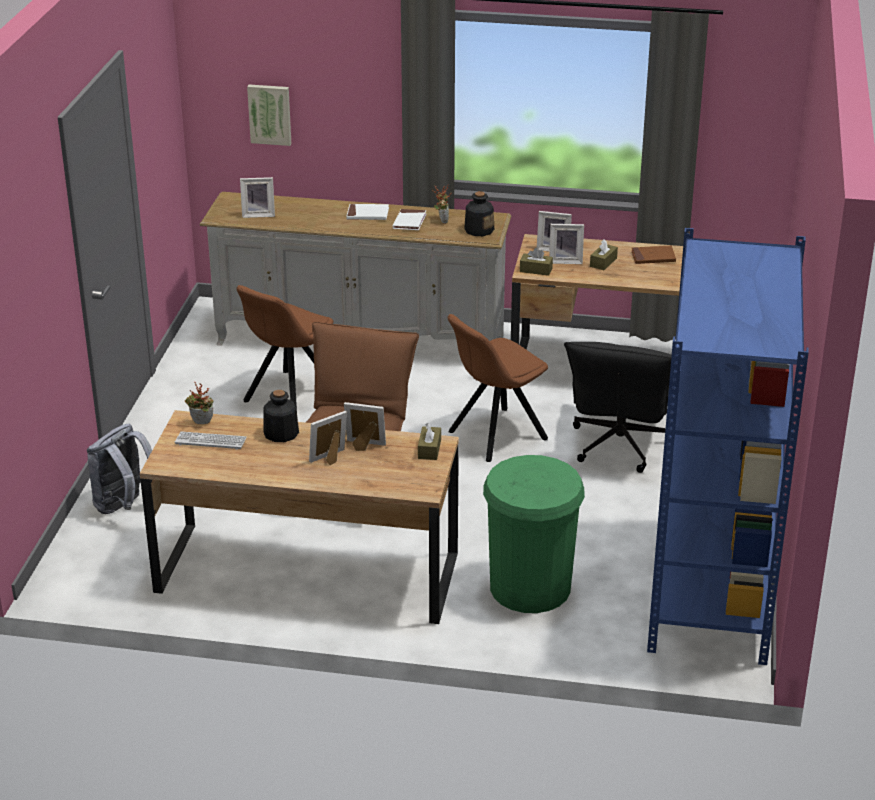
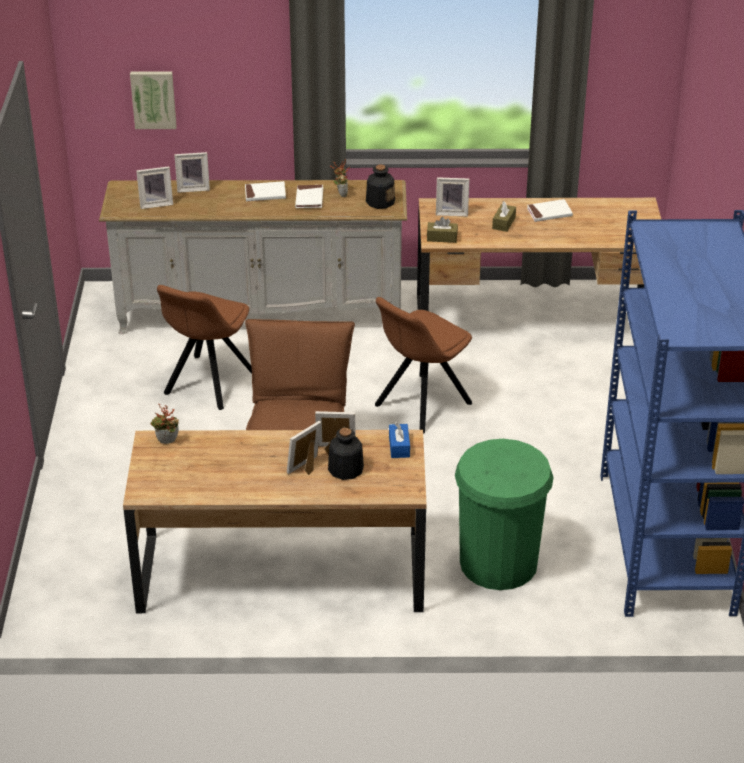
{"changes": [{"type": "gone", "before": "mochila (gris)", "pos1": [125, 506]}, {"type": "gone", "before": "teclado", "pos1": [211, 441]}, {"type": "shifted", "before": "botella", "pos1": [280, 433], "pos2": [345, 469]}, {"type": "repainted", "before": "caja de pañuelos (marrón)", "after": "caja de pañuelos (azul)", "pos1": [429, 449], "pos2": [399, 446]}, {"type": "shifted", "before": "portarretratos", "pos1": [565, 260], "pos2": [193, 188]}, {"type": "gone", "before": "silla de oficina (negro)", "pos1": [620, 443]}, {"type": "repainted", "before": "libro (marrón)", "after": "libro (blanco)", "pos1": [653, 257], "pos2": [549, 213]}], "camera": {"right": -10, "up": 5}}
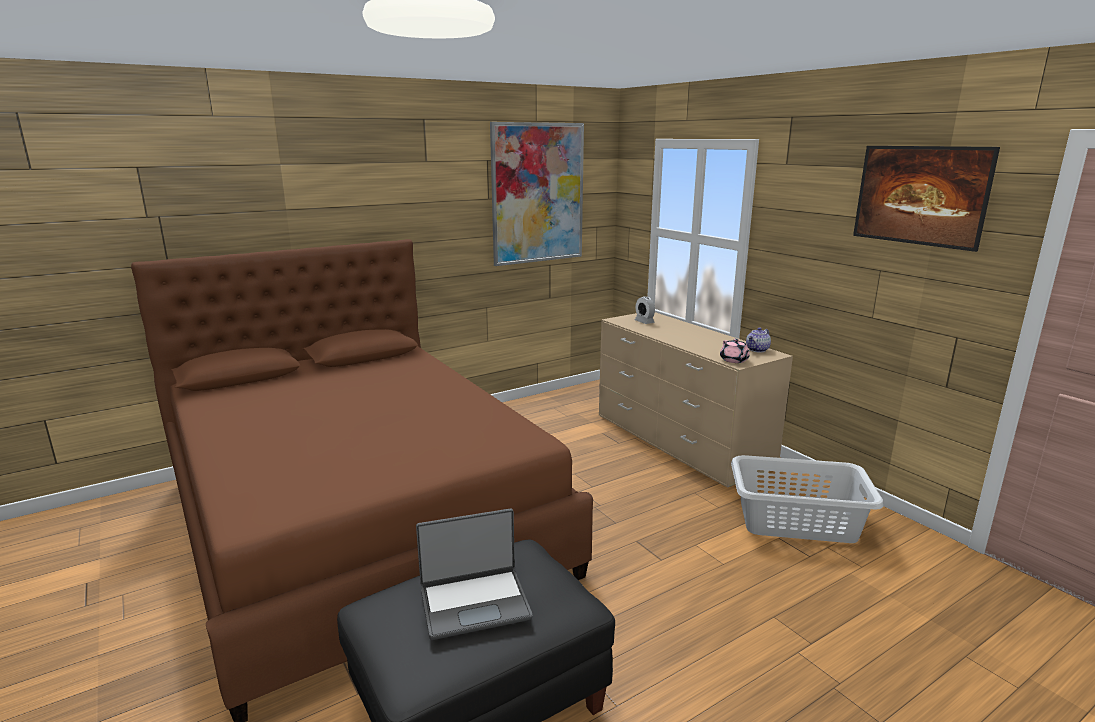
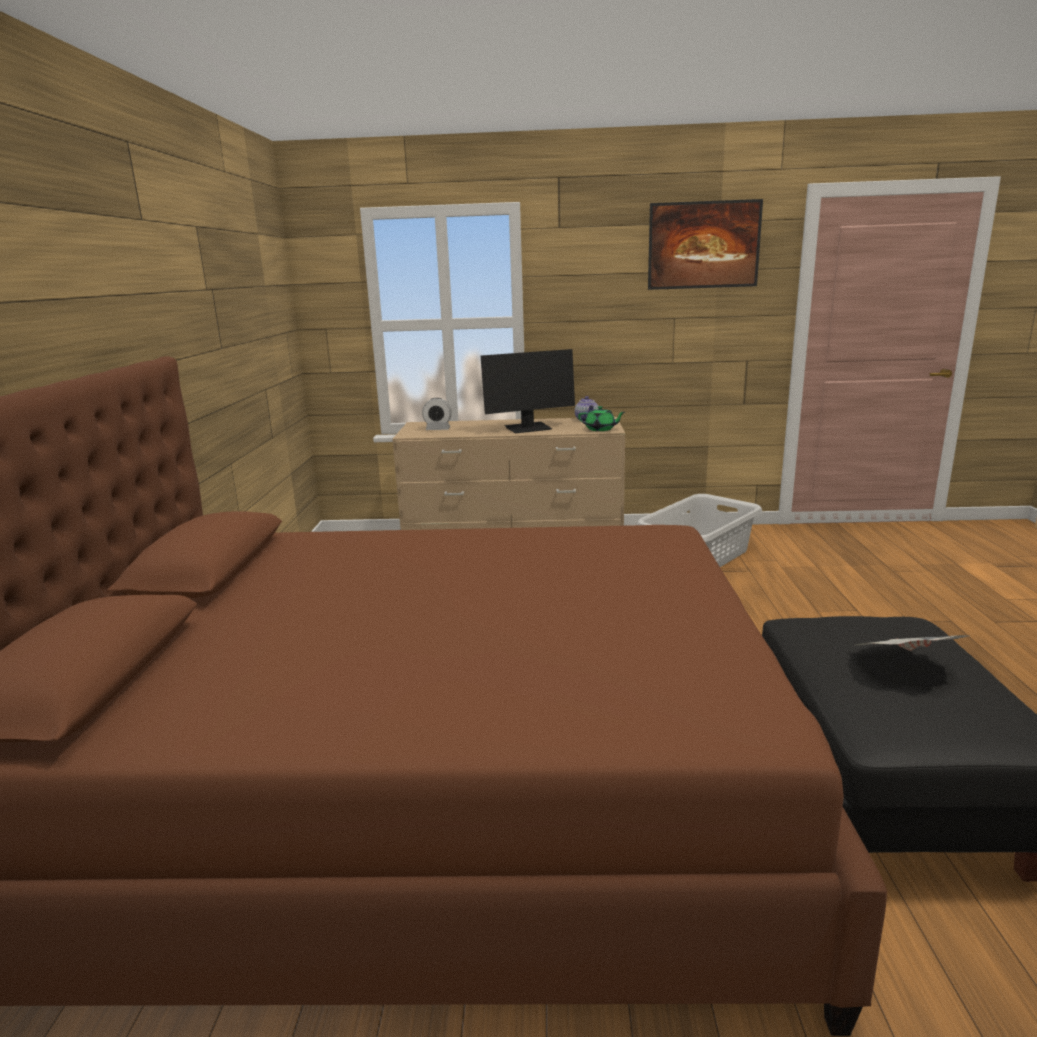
{"changes": [{"type": "swapped", "before": "portátil", "after": "periódico", "pos1": [474, 603], "pos2": [903, 665]}, {"type": "gone", "before": "cuadro", "pos1": [538, 193]}, {"type": "repainted", "before": "tetera (rosa)", "after": "tetera (verde)", "pos1": [734, 360], "pos2": [601, 429]}, {"type": "new", "after": "monitor", "pos2": [528, 428]}], "camera": {"right": -55, "up": 0}}
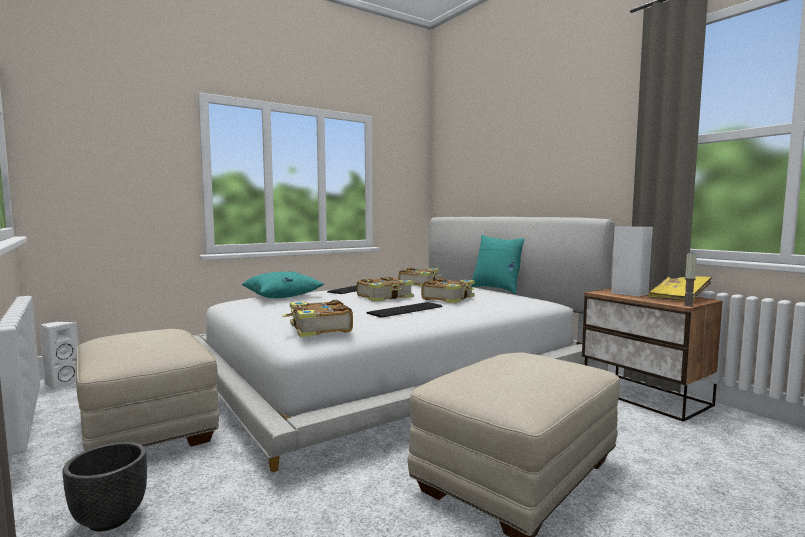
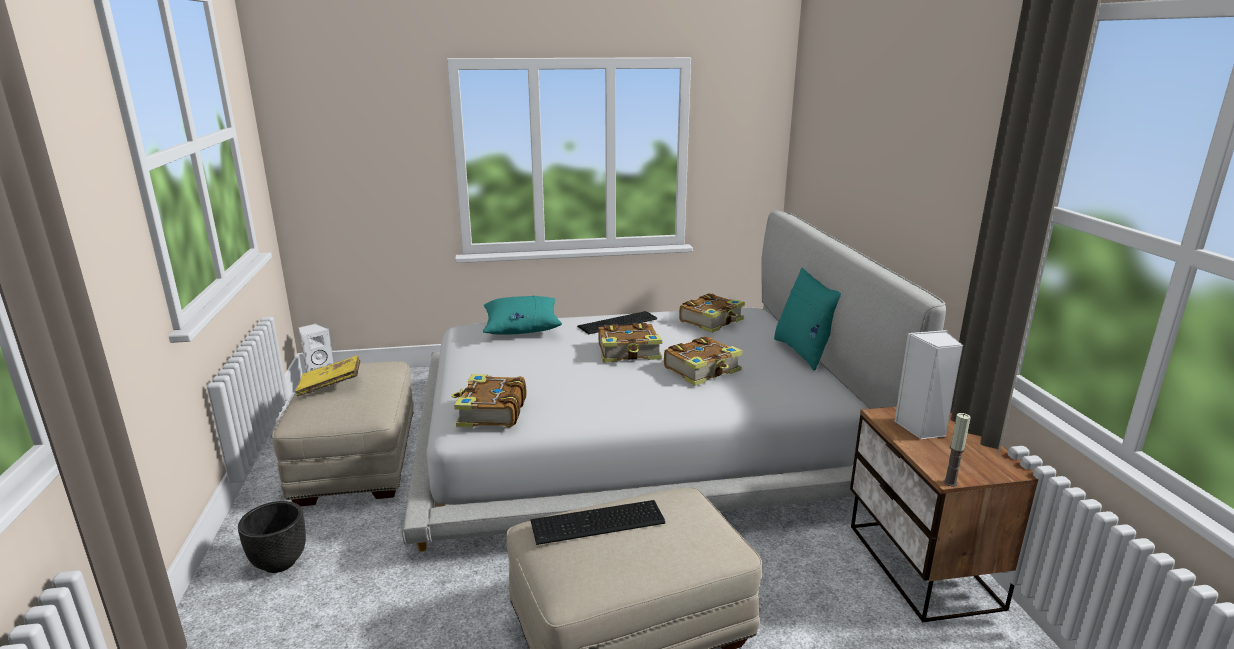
{"changes": [{"type": "shifted", "before": "teclado", "pos1": [407, 310], "pos2": [599, 523]}, {"type": "shifted", "before": "libro (amarillo)", "pos1": [679, 298], "pos2": [331, 385]}], "camera": {"right": 25, "up": 15}}
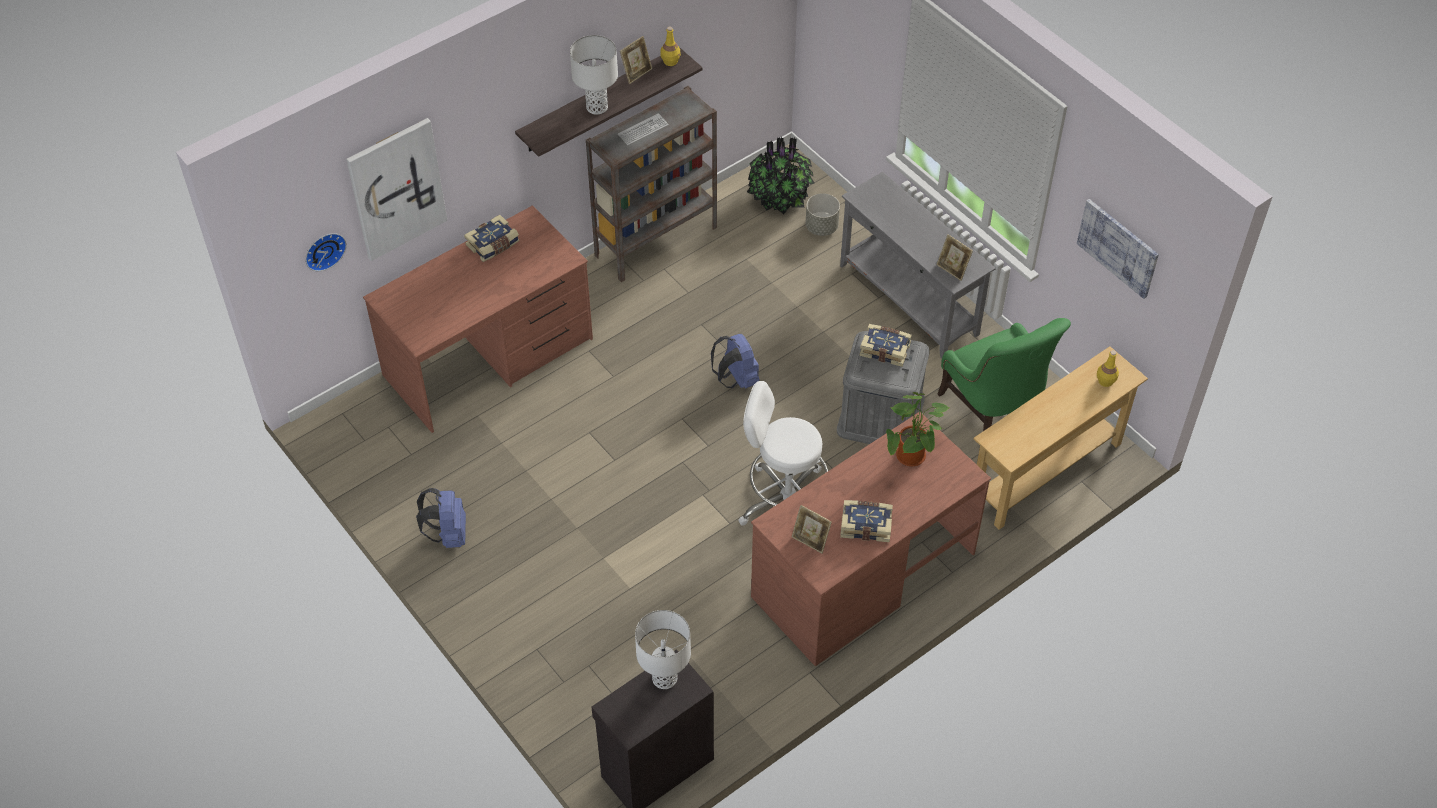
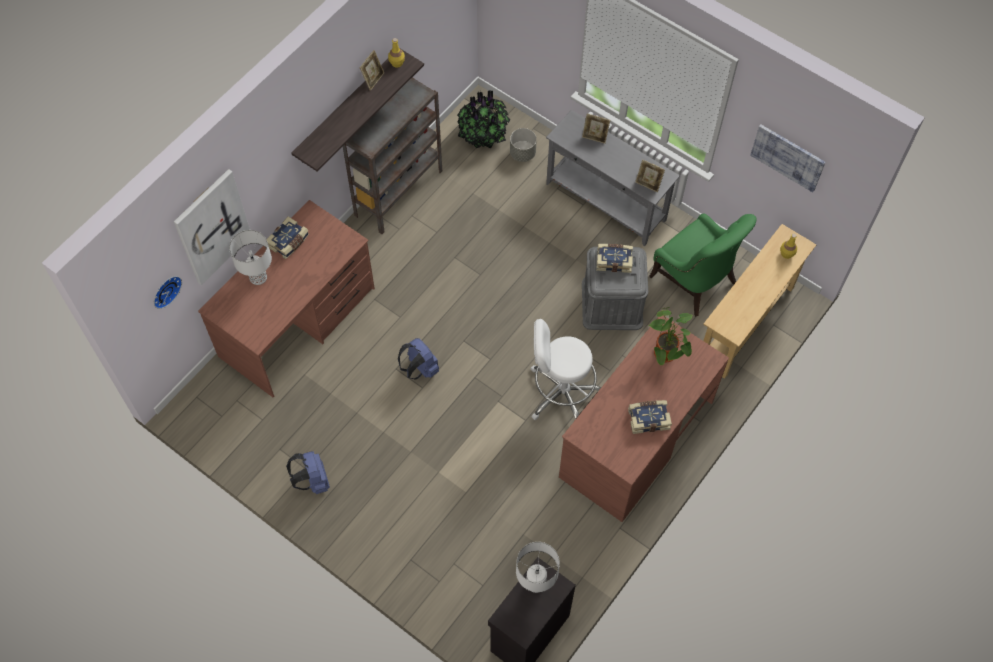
{"changes": [{"type": "shifted", "before": "lámpara de mesa (blanco)", "pos1": [596, 107], "pos2": [257, 277]}, {"type": "gone", "before": "teclado", "pos1": [643, 130]}, {"type": "shifted", "before": "mochila (azul)", "pos1": [736, 379], "pos2": [419, 369]}, {"type": "shifted", "before": "portarretratos", "pos1": [810, 540], "pos2": [595, 137]}], "camera": {"right": -15, "up": 10}}
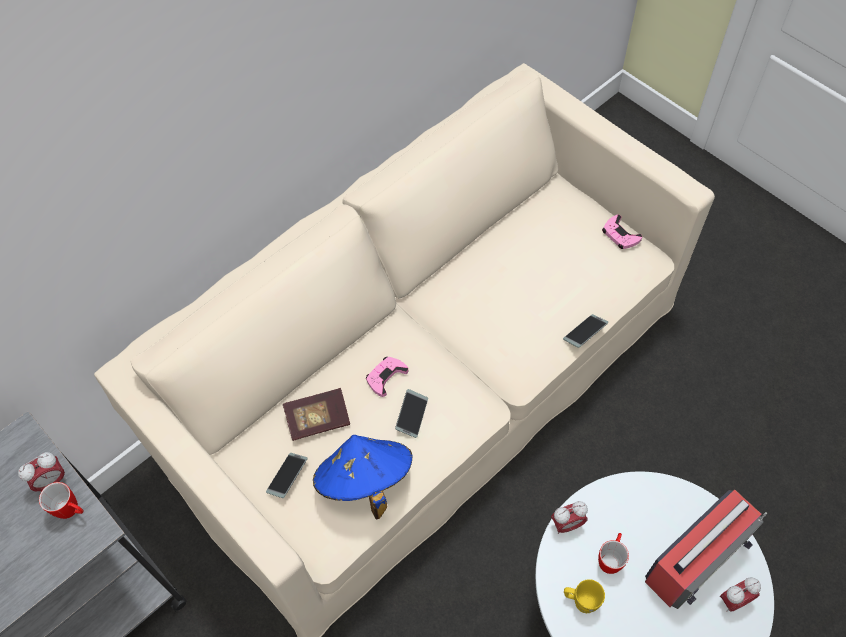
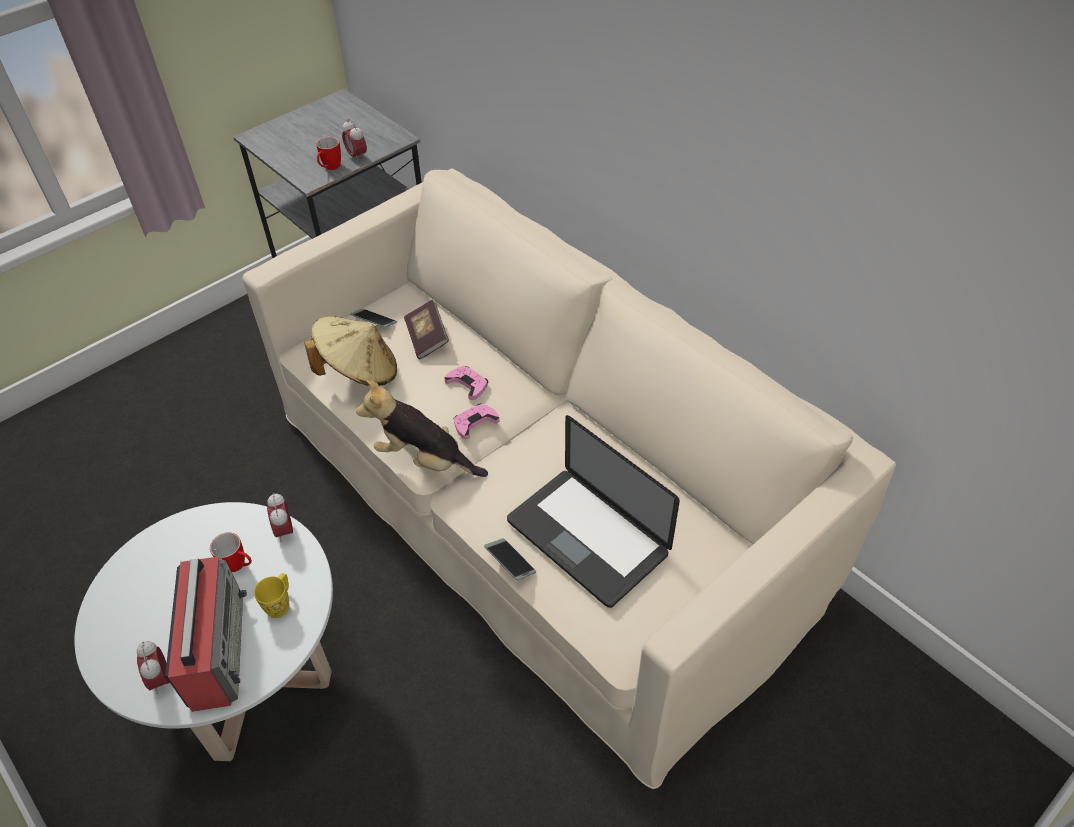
{"changes": [{"type": "repainted", "before": "sombrero (azul)", "after": "sombrero (beis)", "pos1": [365, 482], "pos2": [359, 371]}, {"type": "gone", "before": "móvil", "pos1": [412, 415]}, {"type": "shifted", "before": "taza grande (amarillo)", "pos1": [580, 601], "pos2": [280, 603]}, {"type": "shifted", "before": "mando de consola (rosa)", "pos1": [620, 235], "pos2": [475, 423]}, {"type": "rotated", "before": "radio", "pos1": [696, 558], "pos2": [217, 648], "turn": -150}, {"type": "new", "after": "peluche", "pos2": [424, 459]}, {"type": "new", "after": "portátil", "pos2": [587, 537]}], "camera": {"right": 90, "up": -10}}
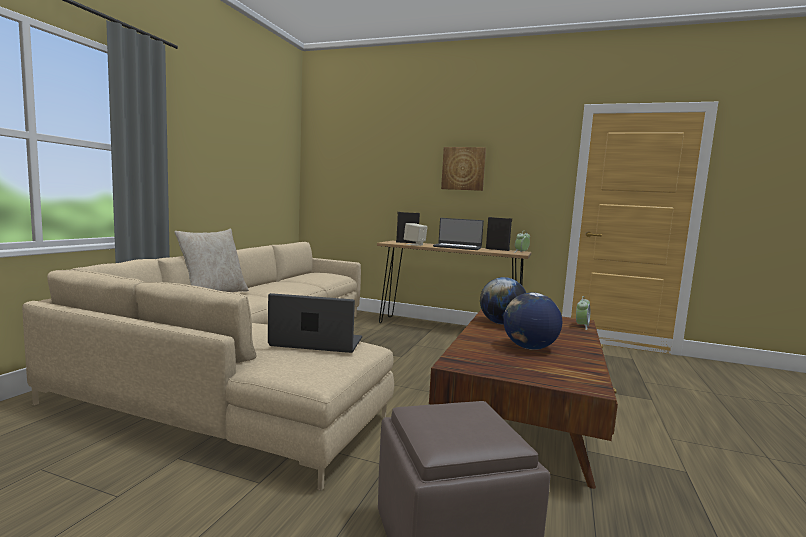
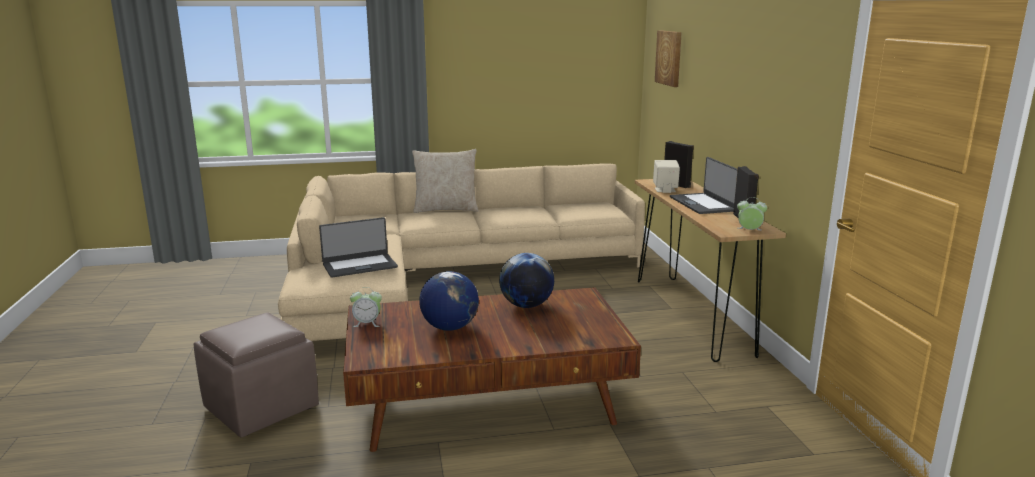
{"changes": [{"type": "rotated", "before": "portátil", "pos1": [316, 343], "pos2": [359, 265], "turn": 90}, {"type": "shifted", "before": "cuadro", "pos1": [463, 168], "pos2": [669, 58]}, {"type": "shifted", "before": "despertador", "pos1": [581, 326], "pos2": [367, 323]}], "camera": {"right": 60, "up": 10}}
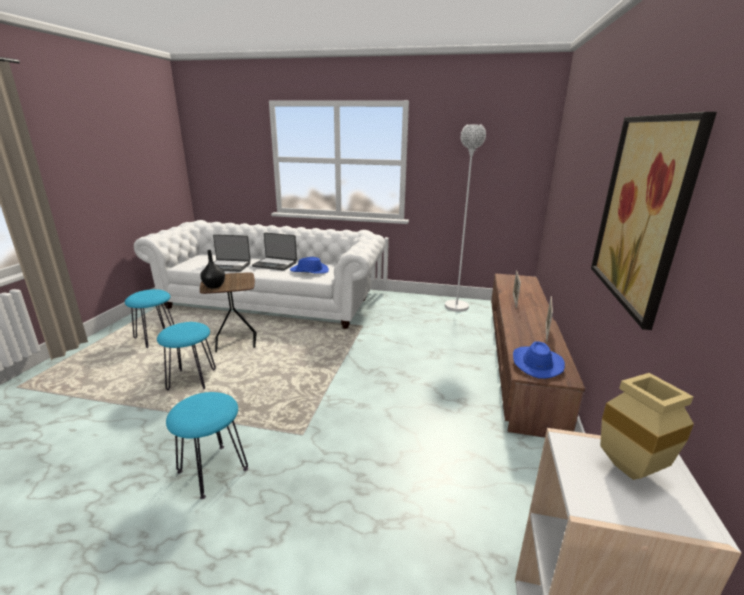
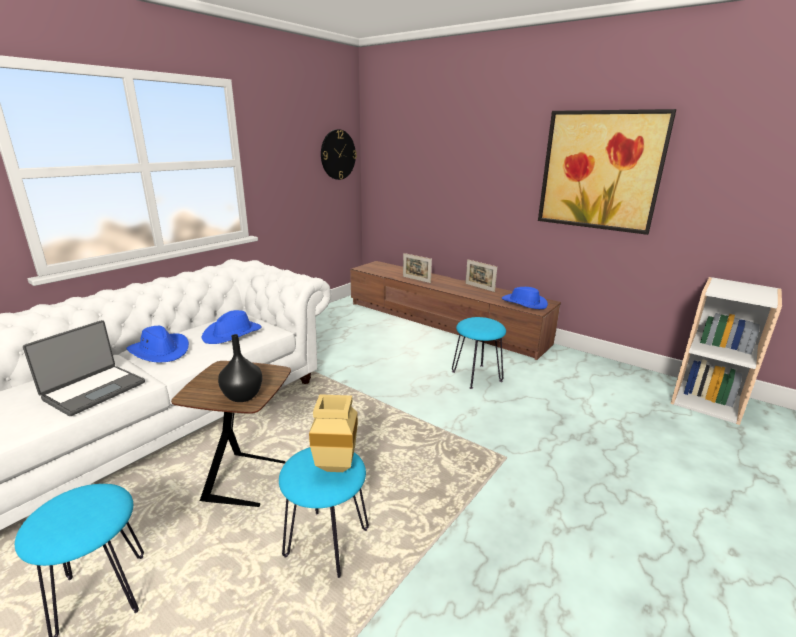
{"changes": [{"type": "shifted", "before": "taburete (turquesa)", "pos1": [213, 470], "pos2": [476, 376]}, {"type": "swapped", "before": "portátil", "after": "sombrero (azul)", "pos1": [275, 264], "pos2": [160, 351]}, {"type": "gone", "before": "lámpara de pie (blanco)", "pos1": [456, 306]}, {"type": "shifted", "before": "florero (beis)", "pos1": [634, 471], "pos2": [338, 466]}, {"type": "new", "after": "reloj de pared", "pos2": [338, 154]}], "camera": {"right": -65, "up": 0}}
